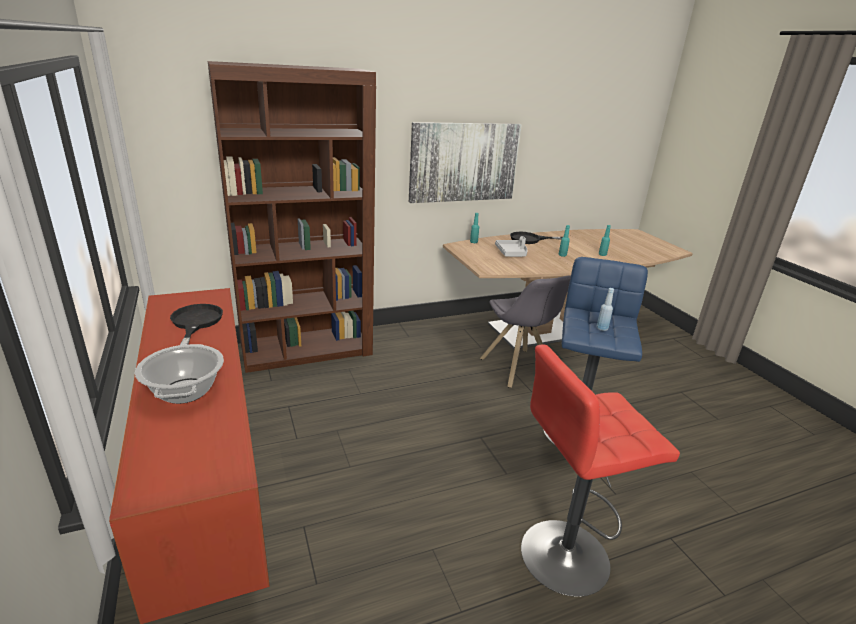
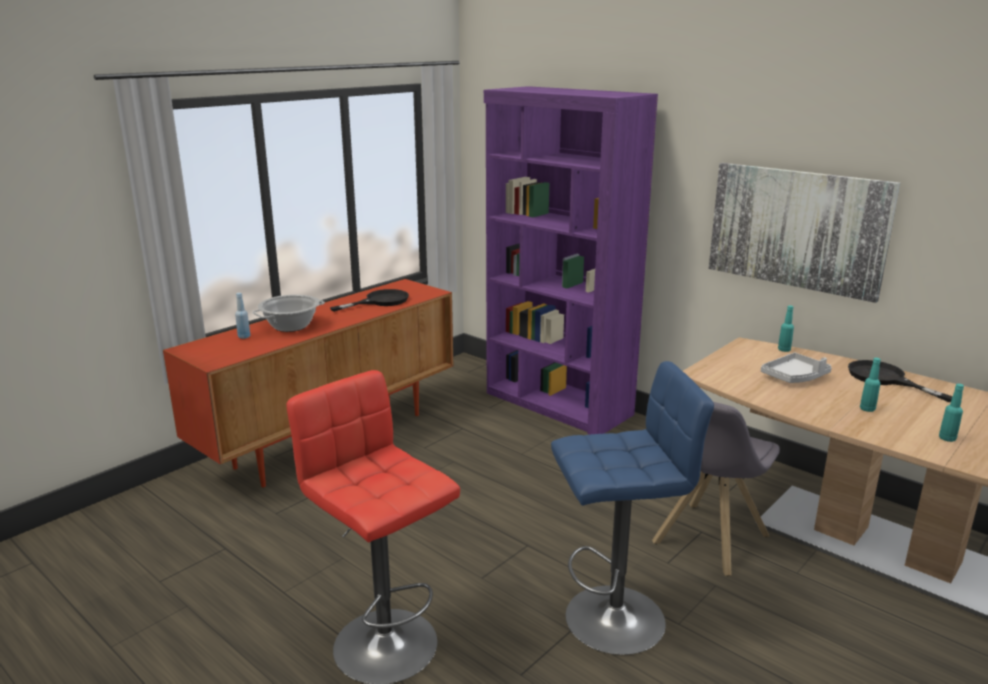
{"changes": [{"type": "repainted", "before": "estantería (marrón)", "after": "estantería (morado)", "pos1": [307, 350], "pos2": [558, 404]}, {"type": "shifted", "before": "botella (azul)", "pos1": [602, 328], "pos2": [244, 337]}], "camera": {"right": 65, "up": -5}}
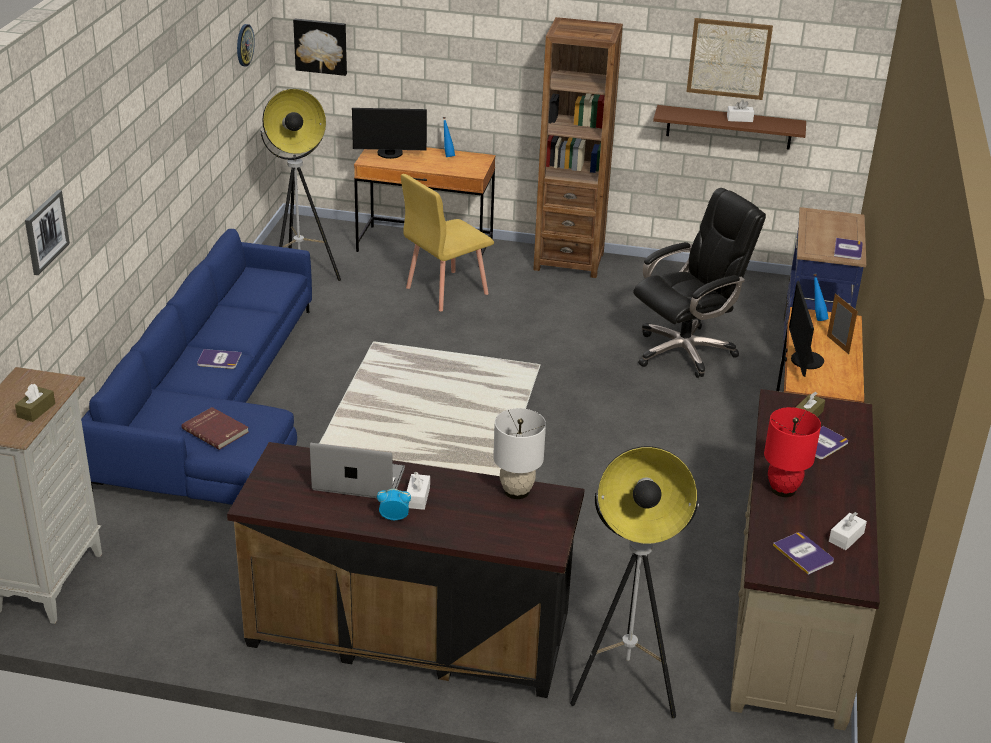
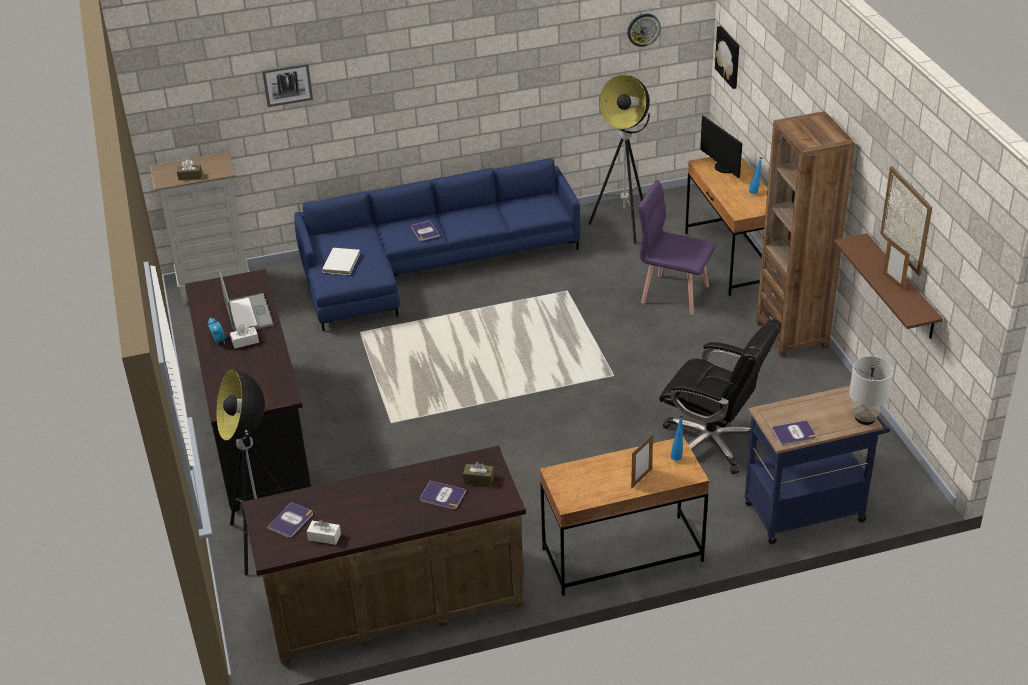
{"changes": [{"type": "repainted", "before": "libro (rojo)", "after": "libro (blanco)", "pos1": [216, 430], "pos2": [342, 263]}, {"type": "repainted", "before": "silla (amarillo)", "after": "silla (morado)", "pos1": [446, 290], "pos2": [674, 294]}, {"type": "shifted", "before": "lámpara de mesa (blanco)", "pos1": [516, 491], "pos2": [865, 418]}, {"type": "swapped", "before": "caja de pañuelos (blanco)", "after": "portarretratos", "pos1": [739, 119], "pos2": [893, 282]}, {"type": "gone", "before": "lámpara de mesa (rojo)", "pos1": [782, 489]}, {"type": "gone", "before": "monitor", "pos1": [803, 360]}], "camera": {"right": 65, "up": 5}}
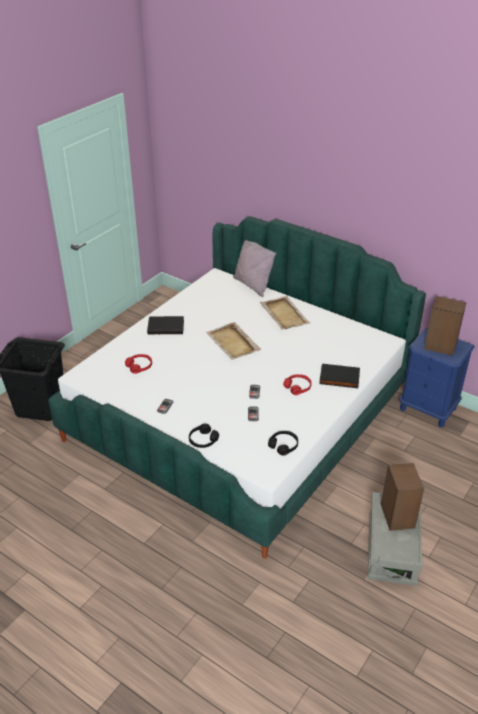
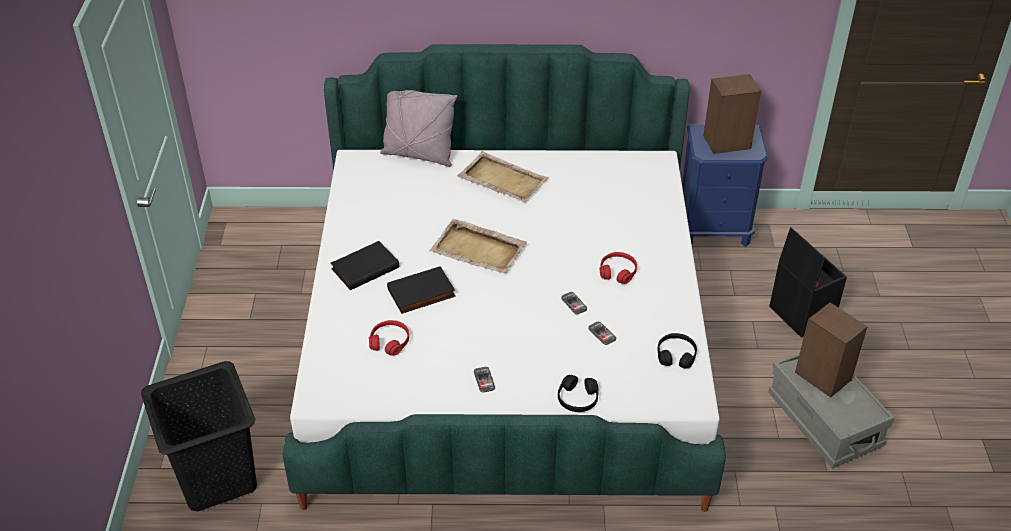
{"changes": [{"type": "shifted", "before": "libro (negro)", "pos1": [339, 378], "pos2": [421, 294]}, {"type": "new", "after": "caja de almacenaje (negro)", "pos2": [800, 314]}], "camera": {"right": -35, "up": 5}}
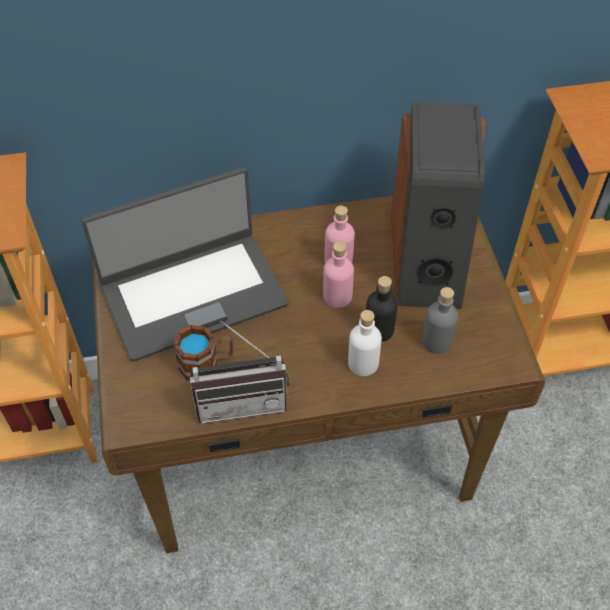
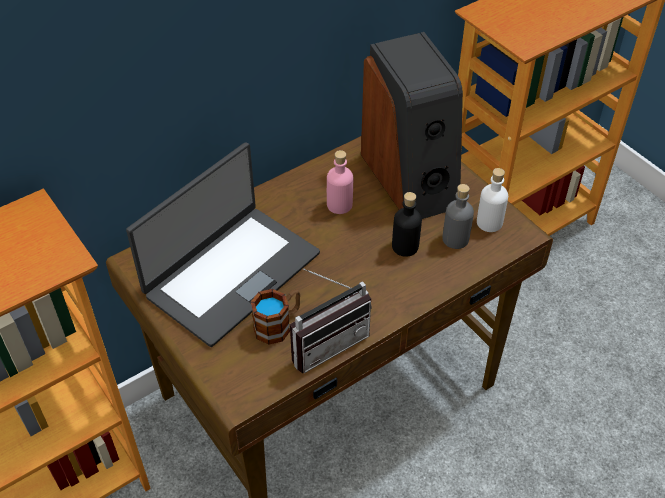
{"changes": [{"type": "gone", "before": "botella (rosa)", "pos1": [337, 296]}, {"type": "shifted", "before": "botella (blanco)", "pos1": [363, 363], "pos2": [489, 222]}], "camera": {"right": -25, "up": -5}}
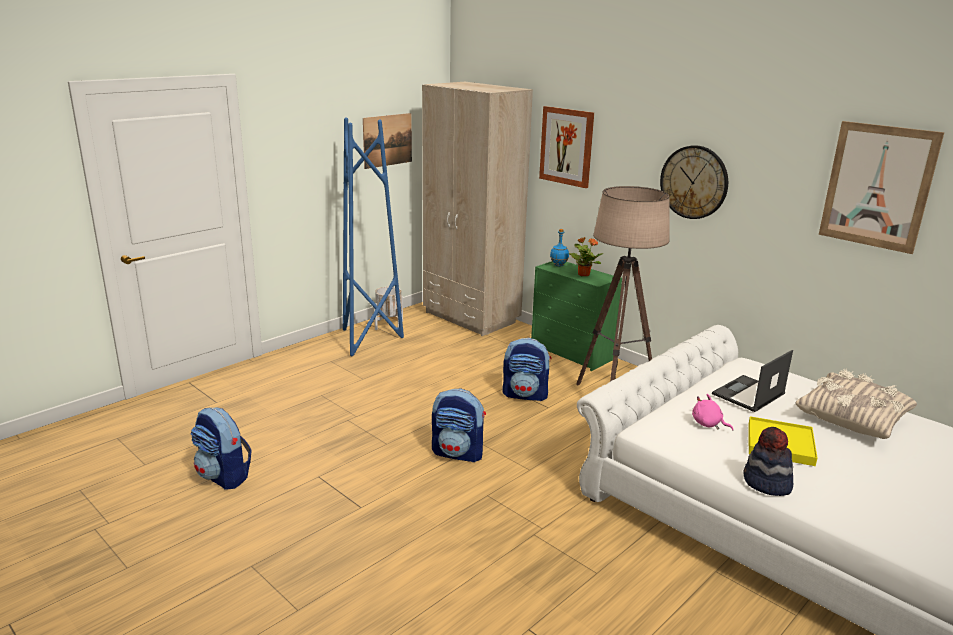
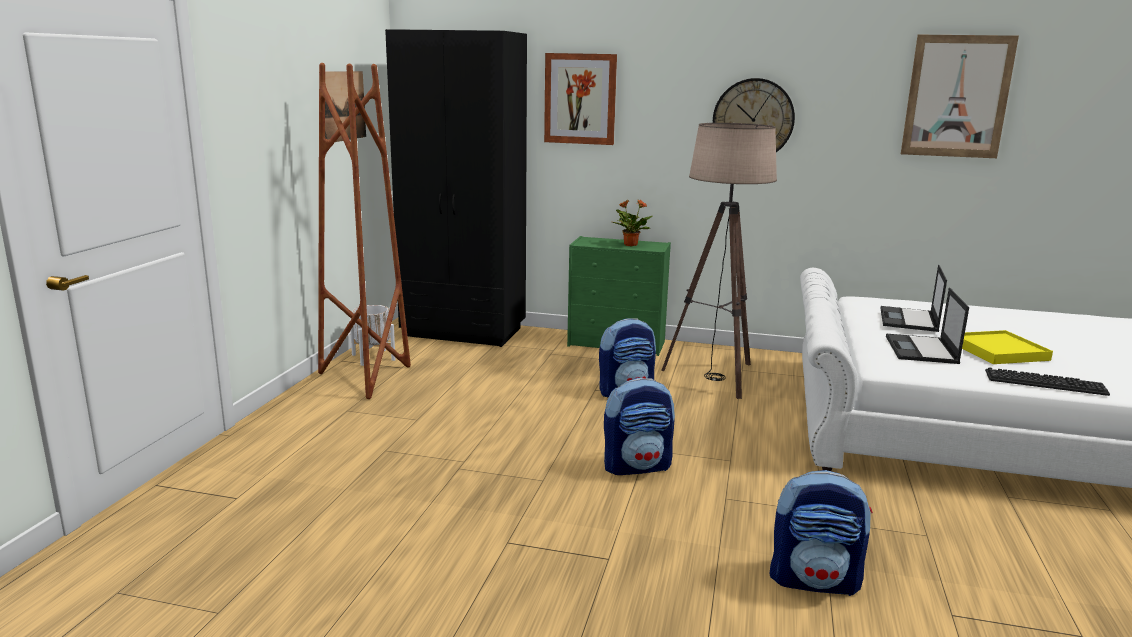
{"changes": [{"type": "shifted", "before": "mochila", "pos1": [224, 476], "pos2": [815, 580]}, {"type": "repainted", "before": "perchero (azul)", "after": "perchero (marrón)", "pos1": [366, 341], "pos2": [366, 379]}, {"type": "repainted", "before": "armario ropero (beis)", "after": "armario ropero (negro)", "pos1": [471, 318], "pos2": [464, 332]}, {"type": "gone", "before": "botella (azul)", "pos1": [558, 265]}, {"type": "swapped", "before": "peluche (rosa)", "after": "portátil", "pos1": [708, 424], "pos2": [921, 350]}, {"type": "swapped", "before": "sombrero", "after": "teclado", "pos1": [766, 483], "pos2": [1045, 383]}, {"type": "gone", "before": "cojín (beis)", "pos1": [851, 420]}], "camera": {"right": -30, "up": -5}}
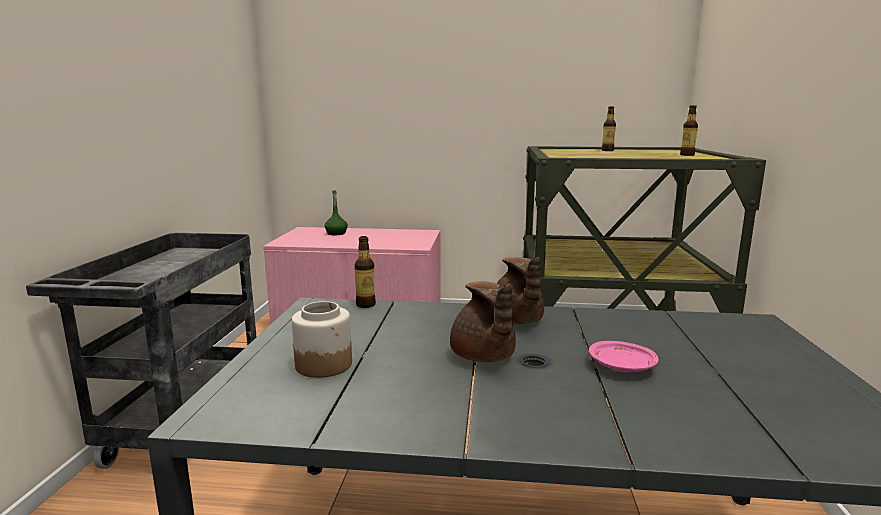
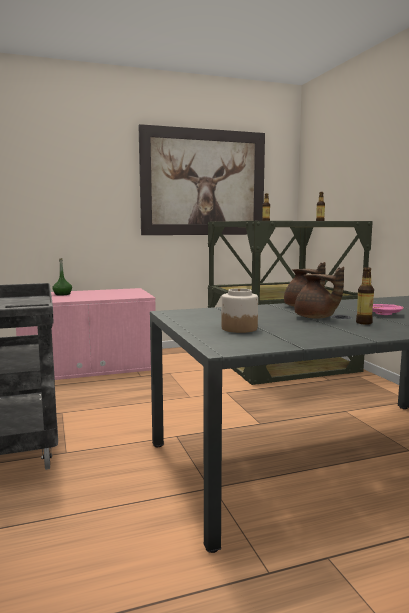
{"changes": [{"type": "shifted", "before": "botella", "pos1": [366, 305], "pos2": [364, 323]}, {"type": "new", "after": "cuadro", "pos2": [203, 183]}], "camera": {"right": -25, "up": -5}}
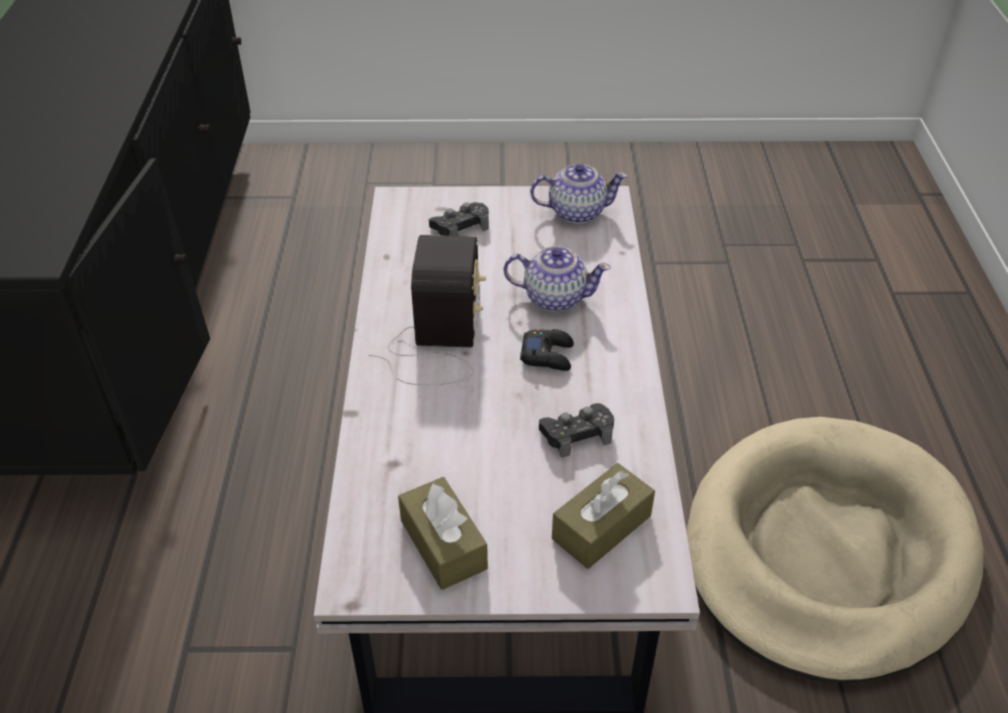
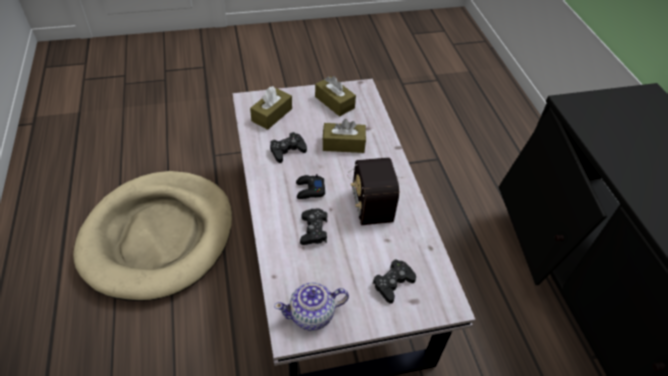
{"changes": [{"type": "swapped", "before": "tetera", "after": "mando de consola (negro)", "pos1": [554, 297], "pos2": [313, 230]}, {"type": "new", "after": "caja de pañuelos (marrón)", "pos2": [343, 144]}], "camera": {"right": 165, "up": 5}}
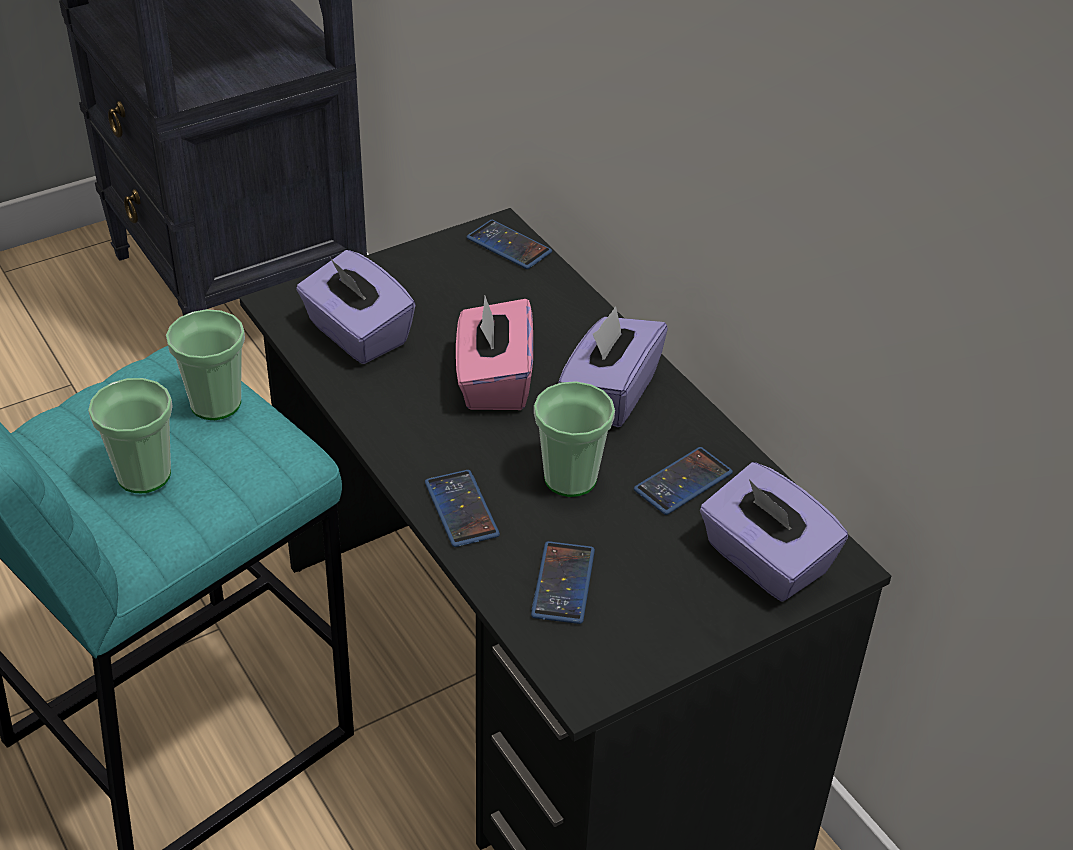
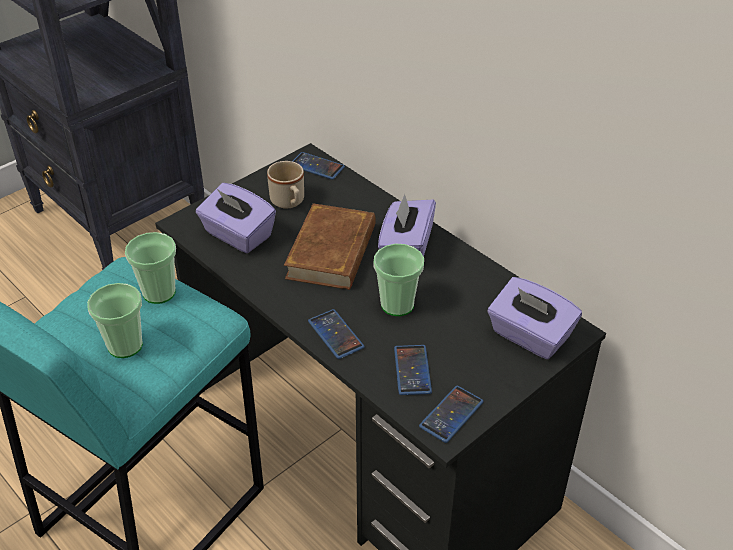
{"changes": [{"type": "swapped", "before": "caja de pañuelos (rosa)", "after": "libro (marrón)", "pos1": [494, 381], "pos2": [332, 252]}, {"type": "shifted", "before": "móvil", "pos1": [683, 482], "pos2": [451, 414]}, {"type": "new", "after": "taza grande (beis)", "pos2": [289, 203]}], "camera": {"right": -10, "up": 0}}
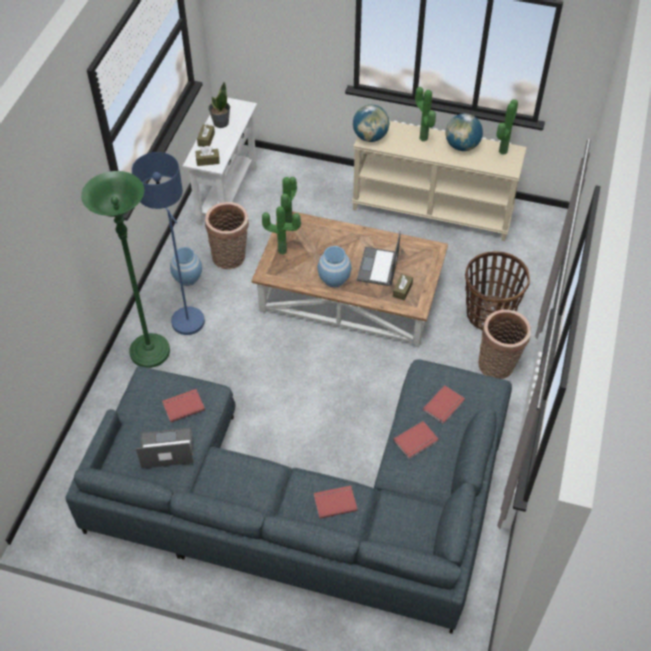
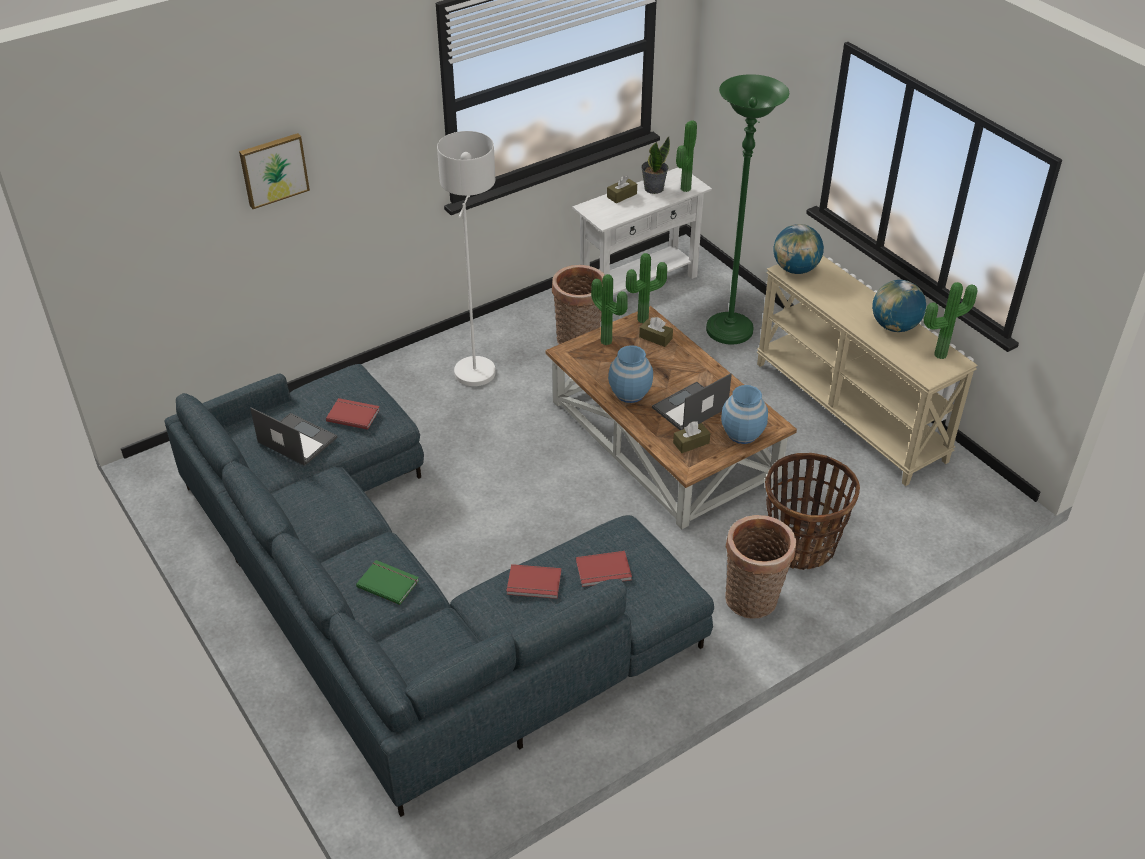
{"changes": [{"type": "shifted", "before": "lámpara de pie (verde)", "pos1": [150, 352], "pos2": [729, 331]}, {"type": "repainted", "before": "lámpara de pie (azul)", "after": "lámpara de pie (blanco)", "pos1": [183, 315], "pos2": [477, 365]}, {"type": "shifted", "before": "florero (azul)", "pos1": [187, 278], "pos2": [742, 433]}, {"type": "shifted", "before": "caja de pañuelos (marrón)", "pos1": [208, 161], "pos2": [655, 338]}, {"type": "repainted", "before": "libro (rojo)", "after": "libro (verde)", "pos1": [334, 501], "pos2": [388, 582]}, {"type": "shifted", "before": "planta en maceta", "pos1": [422, 139], "pos2": [683, 188]}, {"type": "new", "after": "cuadro", "pos2": [273, 169]}], "camera": {"right": 40, "up": -10}}
